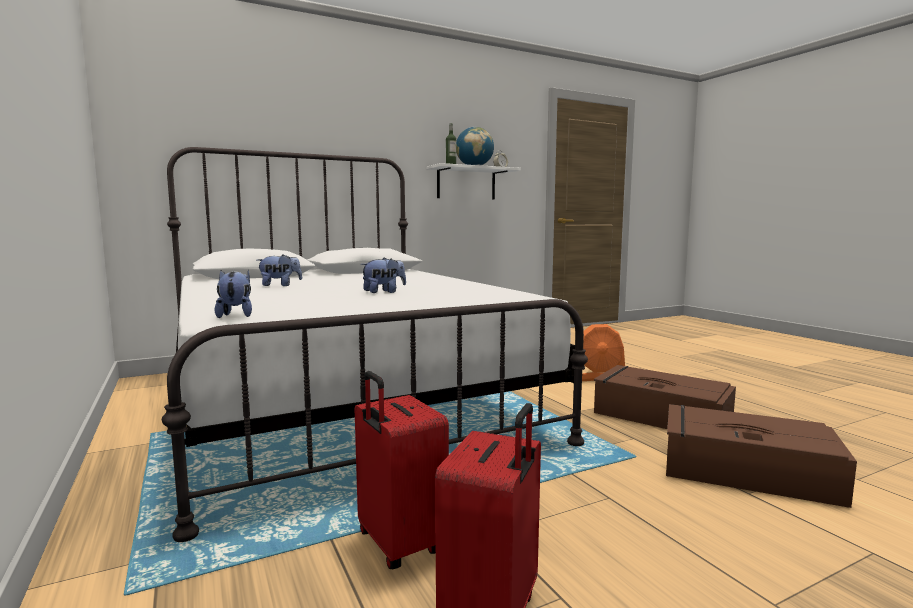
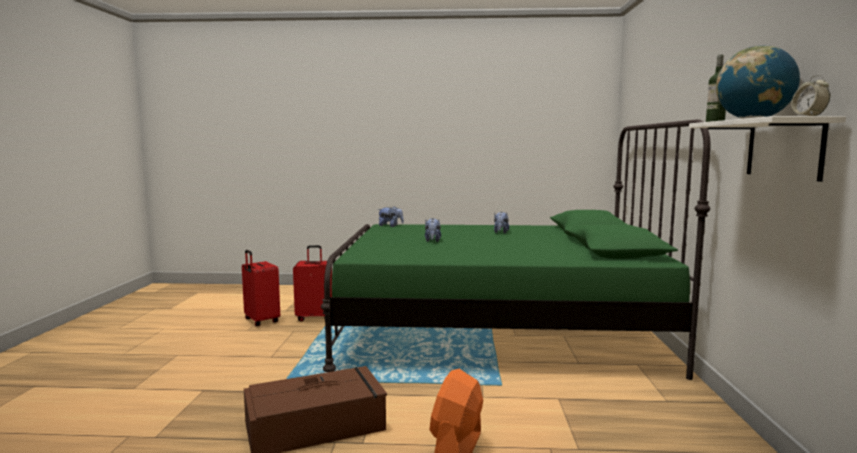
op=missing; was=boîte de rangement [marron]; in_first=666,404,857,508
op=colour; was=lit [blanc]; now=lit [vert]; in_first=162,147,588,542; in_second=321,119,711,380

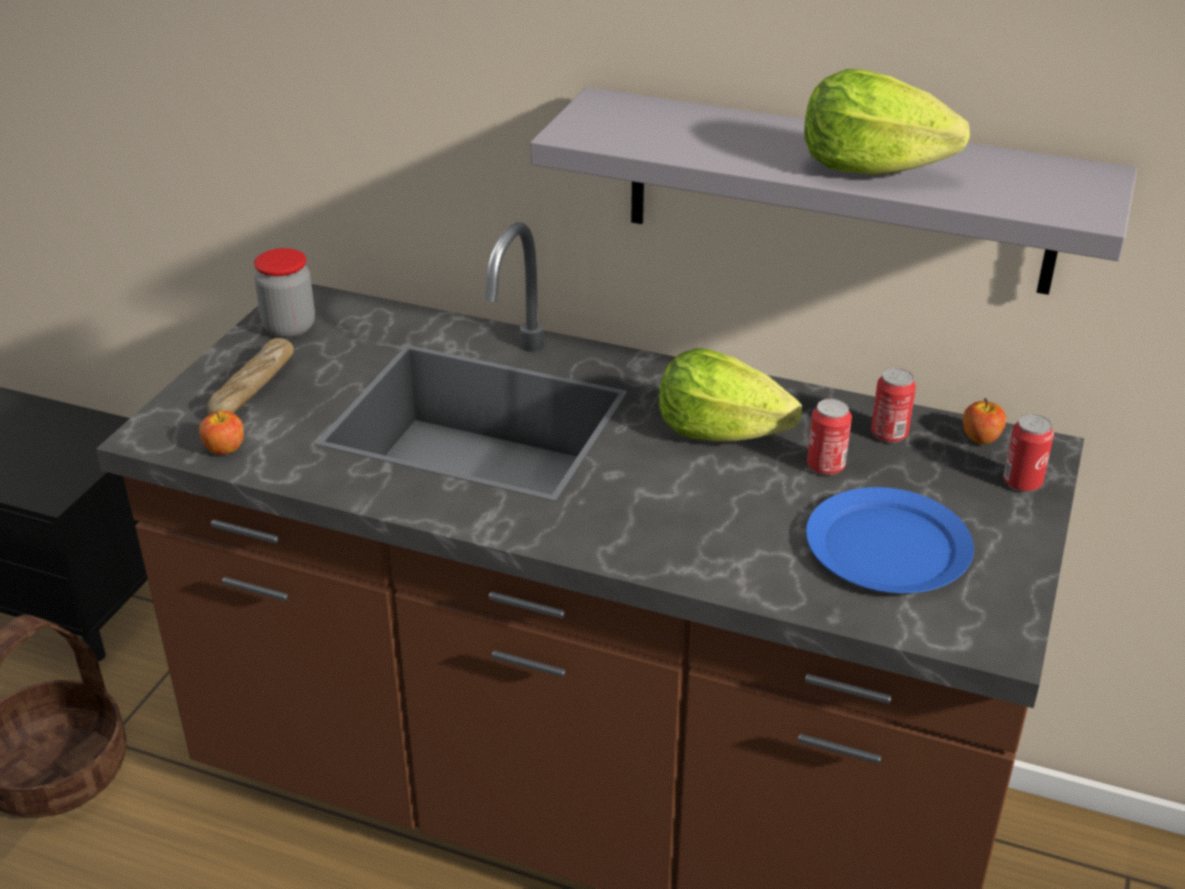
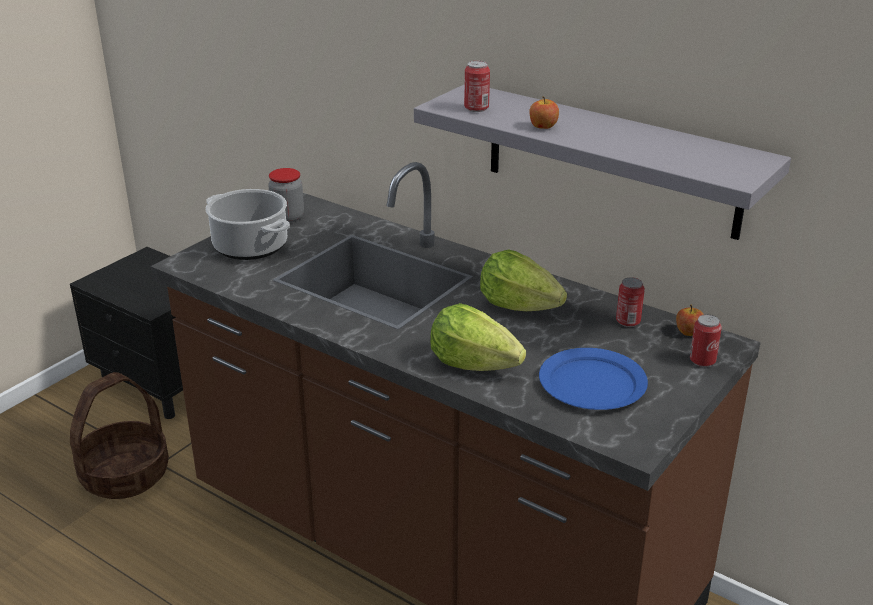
op=relocated; was=pomme; in_first=199,410,244,454; in_second=529,96,559,129
op=relocated; was=laitue; in_first=804,69,970,175; in_second=430,303,526,371
op=relocated; was=boîte métallique; in_first=807,399,852,475; in_second=464,61,490,112
op=exchanged; was=pain; now=marmite; in_first=207,338,294,416; in_second=206,189,290,260

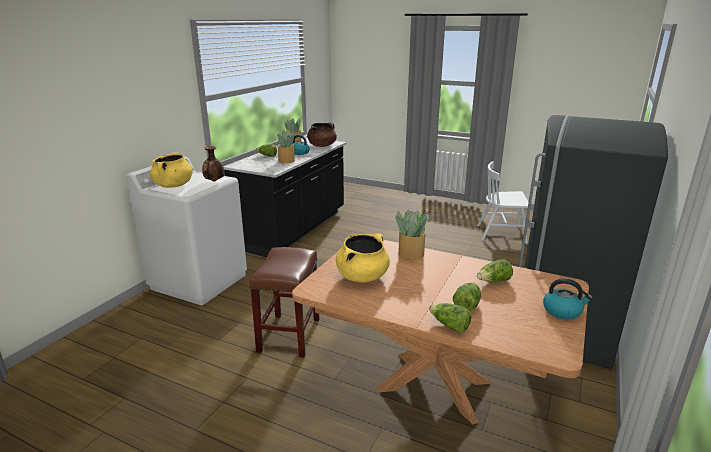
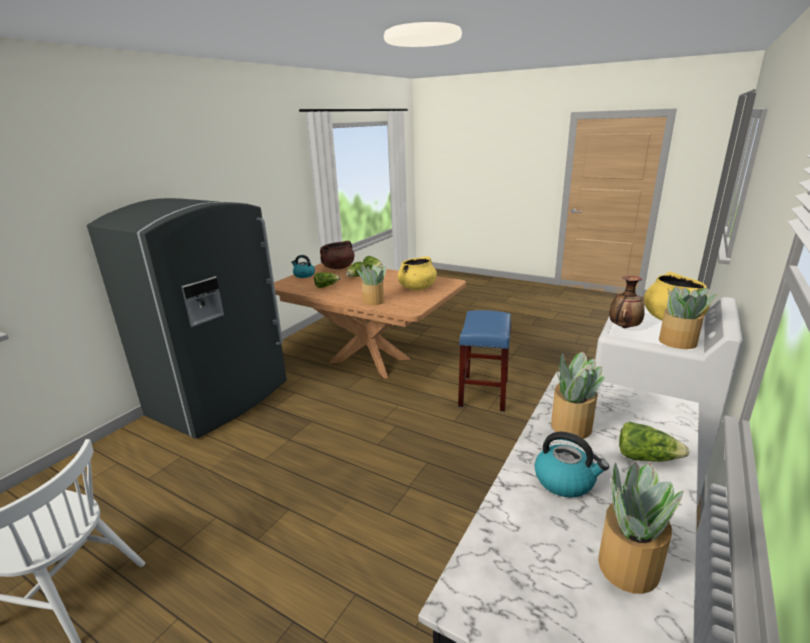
op=appeared; now=plante en pot; in_second=659,287,718,349
op=relocated; was=marmite [marron]; in_first=307,122,337,147; in_second=320,241,355,269
op=colour; was=tabouret [marron]; now=tabouret [bleu]; in_first=249,247,319,357; in_second=458,310,511,412

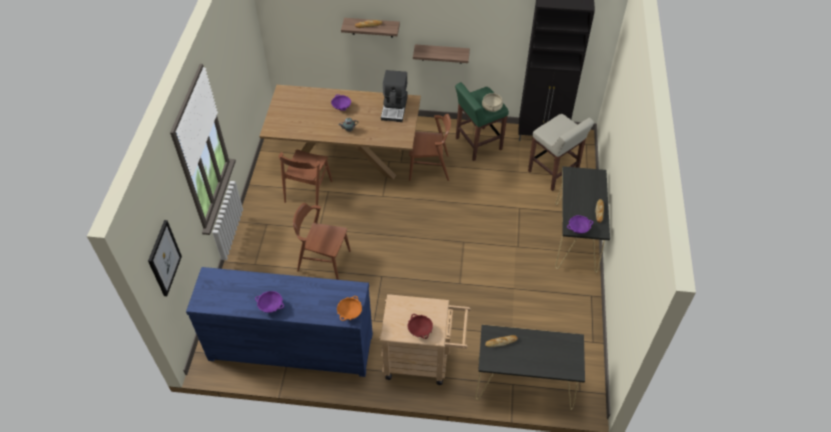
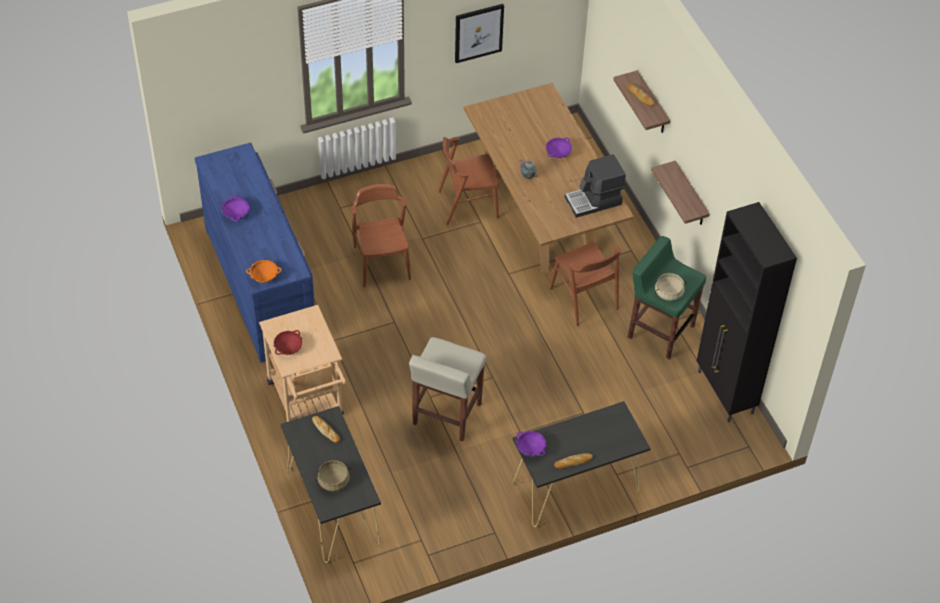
op=appeared; now=marmite [beige]; in_second=315,460,351,491
op=relocated; was=tableau; in_first=148,220,182,296; in_second=455,4,504,63
op=relocated; was=tabouret [beige]; in_first=528,114,594,191; in_second=409,337,486,442

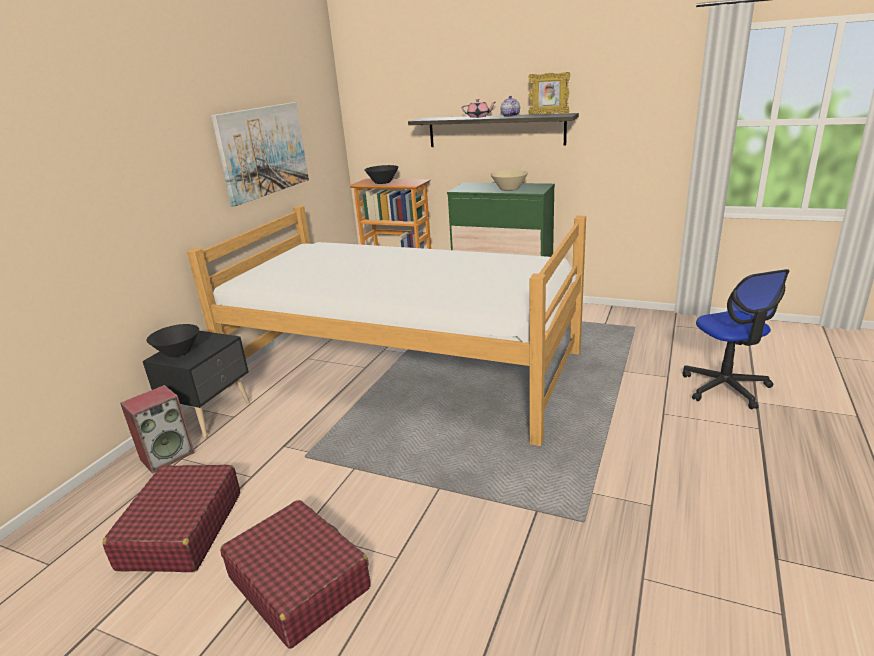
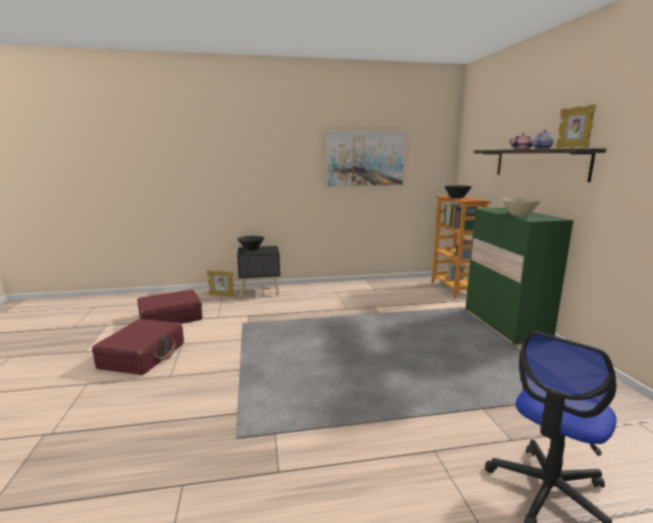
op=missing; was=lit; in_first=187,206,586,446
op=exchanged; was=enceinte; now=cadre photo; in_first=120,385,195,474; in_second=207,270,235,297

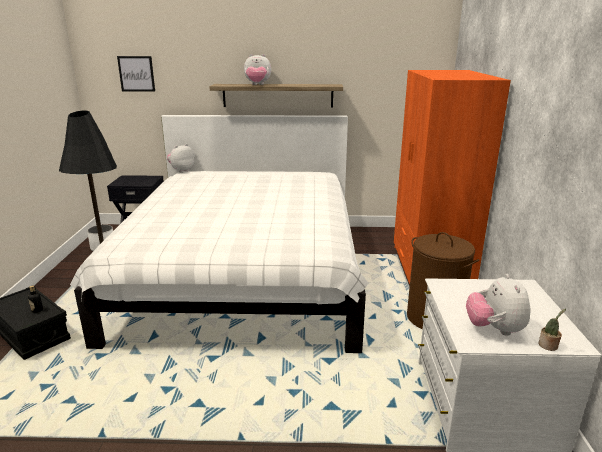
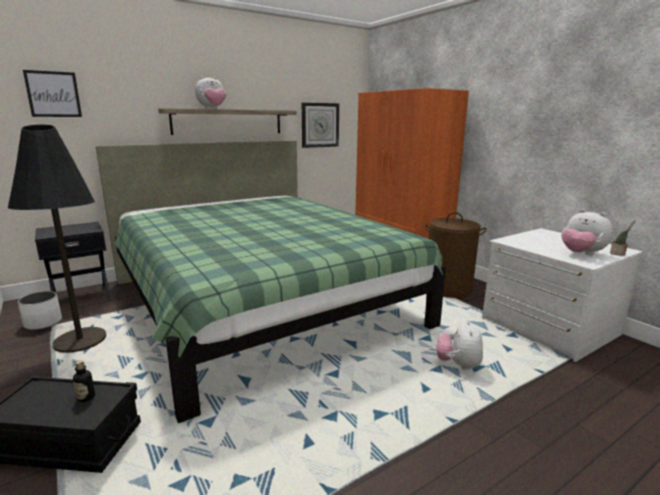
op=appeared; now=horloge murale; in_second=302,102,339,148
op=relocated; was=peluche; in_first=167,144,195,173; in_second=436,321,483,371
op=colour; was=lit [blanc]; now=lit [vert]; in_first=70,115,368,353; in_second=96,140,446,423

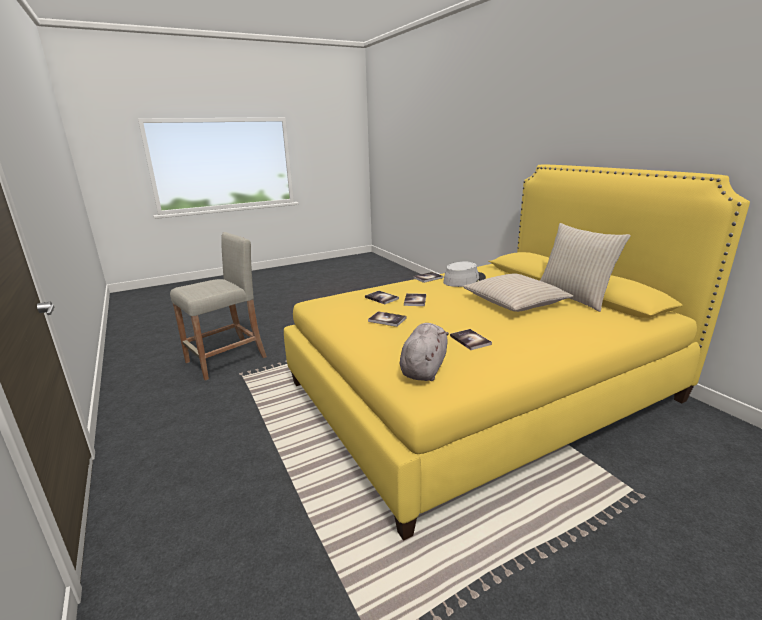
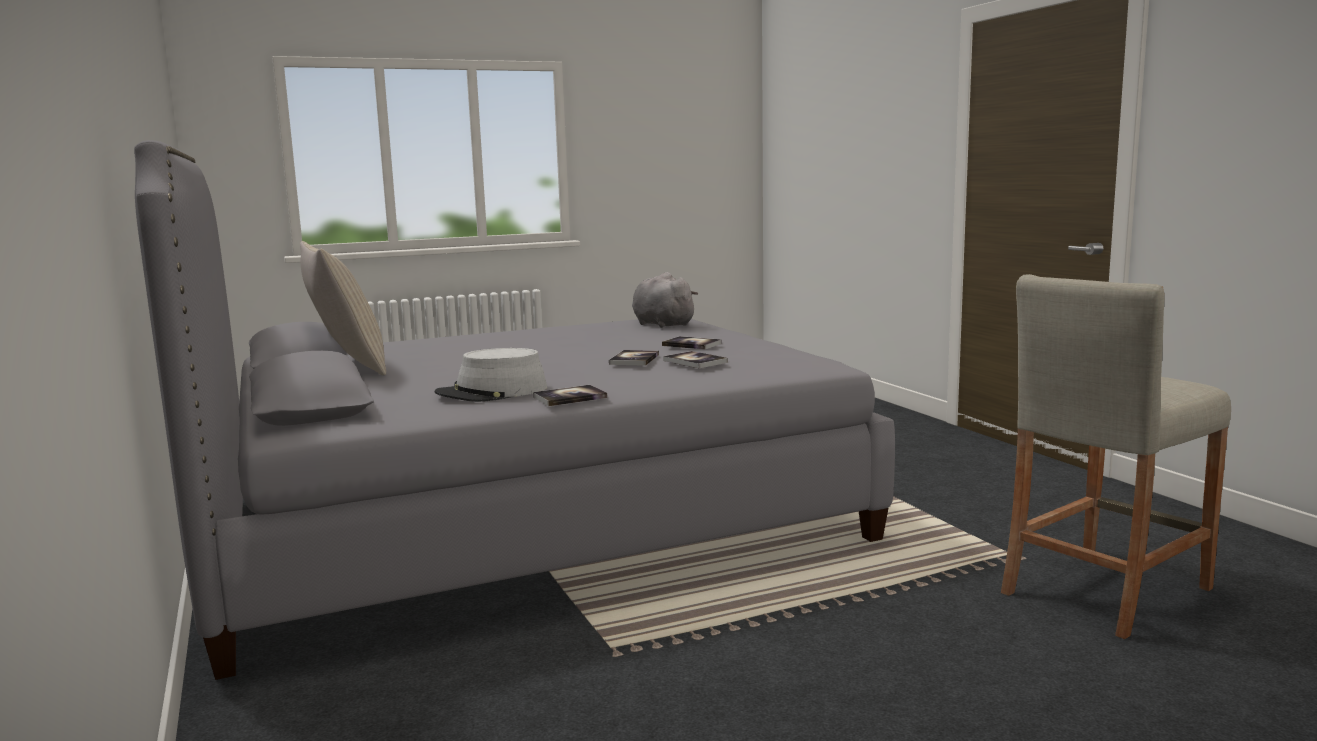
op=missing; was=livre; in_first=450,329,492,350
op=missing; was=coussin [beige]; in_first=463,273,573,312
op=colour; was=lit [jaune]; now=lit [gris]; in_first=284,164,750,541; in_second=134,140,895,680
op=spun; was=peluche [gris]; in_first=400,323,449,381; in_second=632,272,698,328; clockwise=120

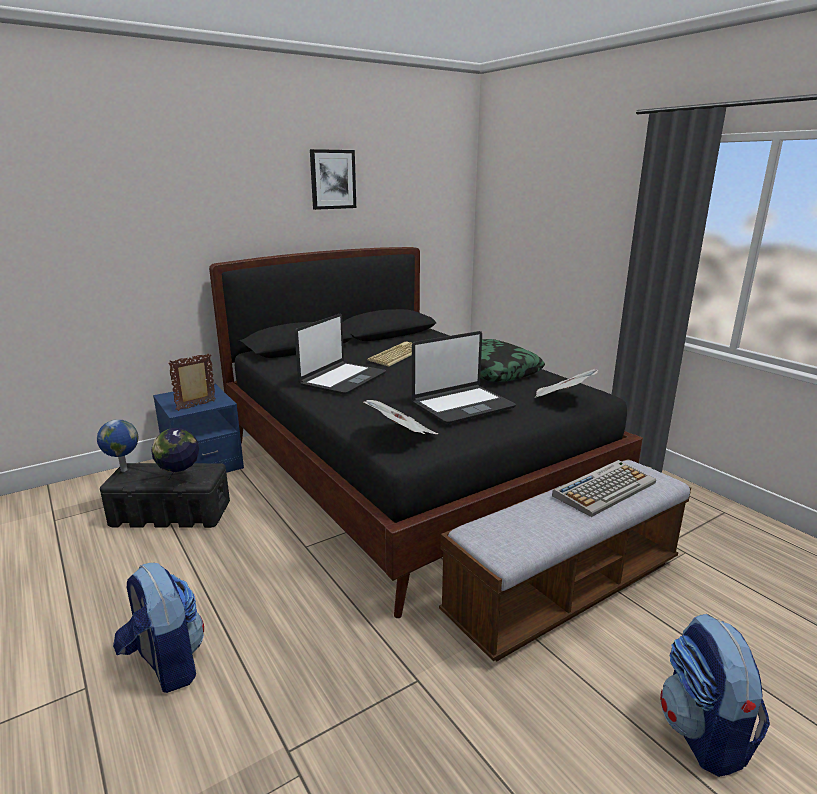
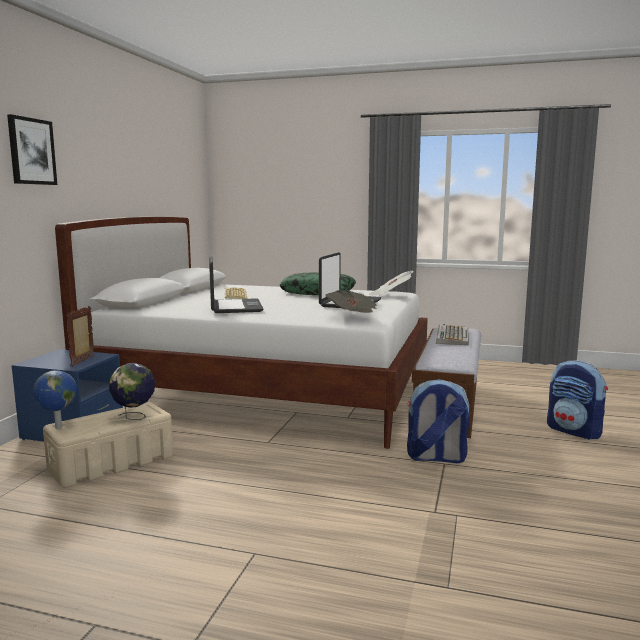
op=relocated; was=sac à dos; in_first=113,563,204,693; in_second=407,379,469,463
op=relocated; was=tableau; in_first=310,149,356,210; in_second=7,114,57,185
op=colour; was=boîte de rangement [noir]; now=boîte de rangement [beige]; in_first=100,463,230,528; in_second=43,402,173,488
op=colour; was=lit [noir]; now=lit [blanc]; in_first=209,247,643,618; in_second=55,217,428,449

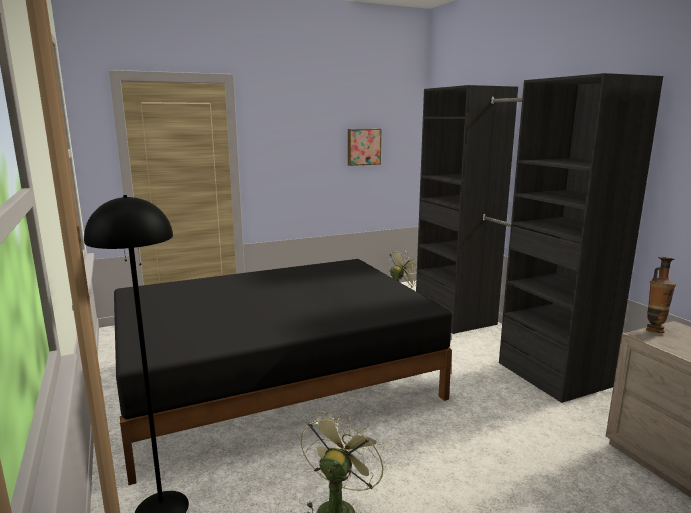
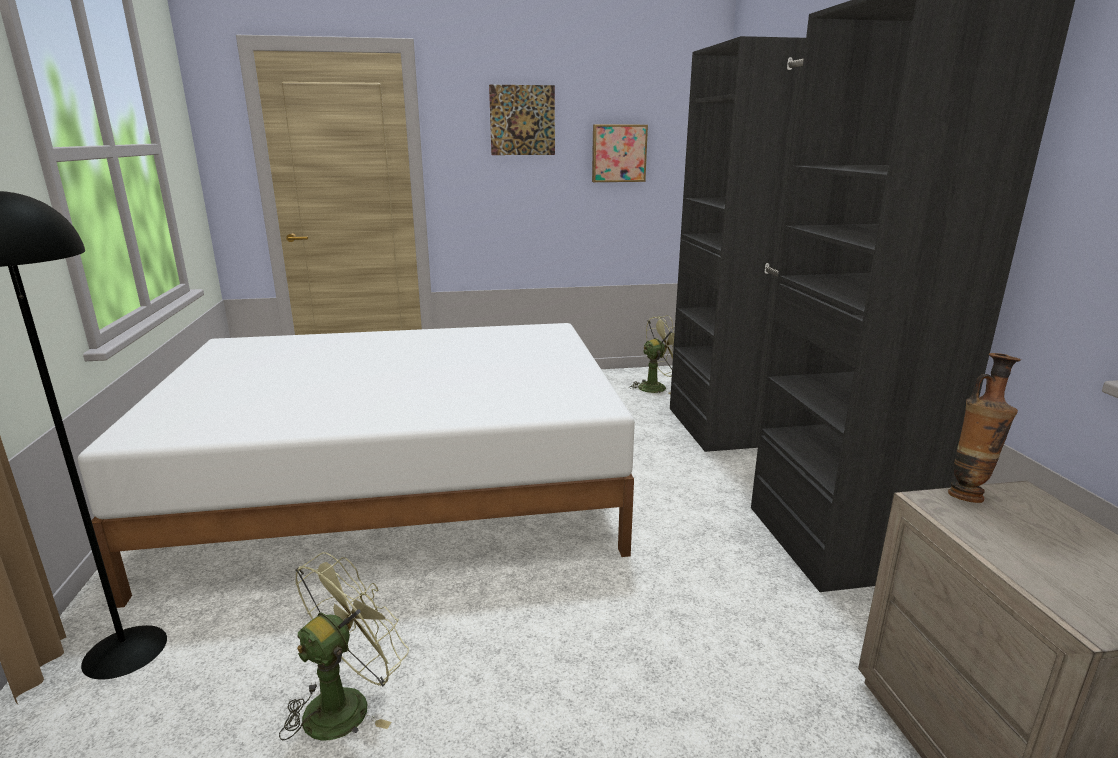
op=appeared; now=tableau; in_second=489,85,555,155
op=colour; was=lit [noir]; now=lit [blanc]; in_first=114,259,452,485; in_second=78,323,635,608

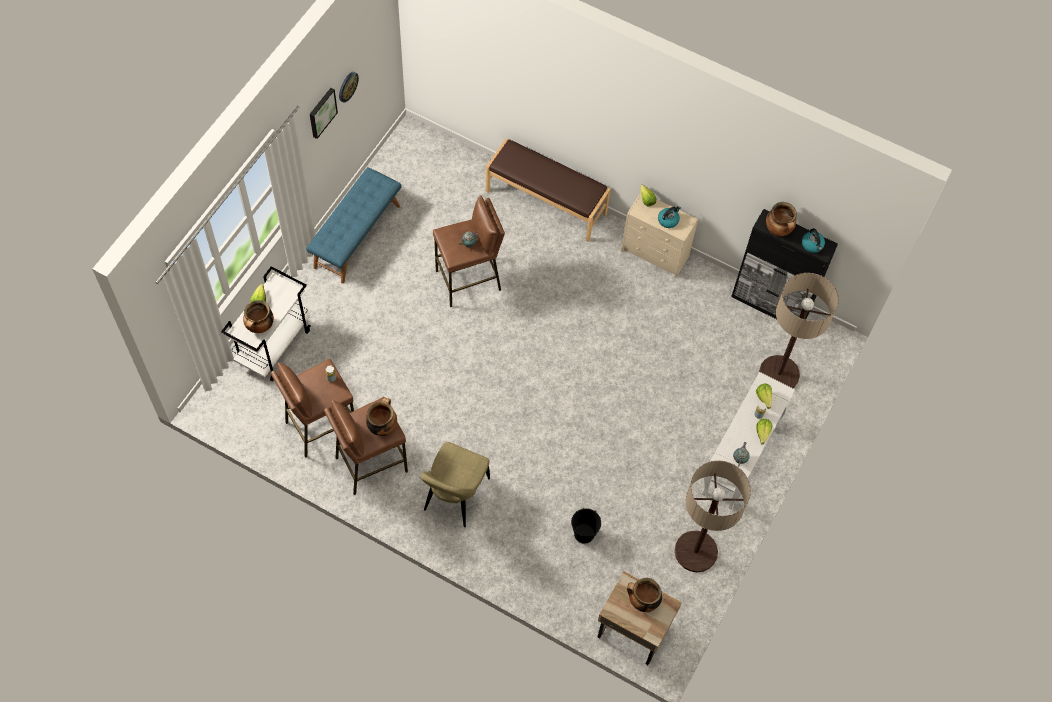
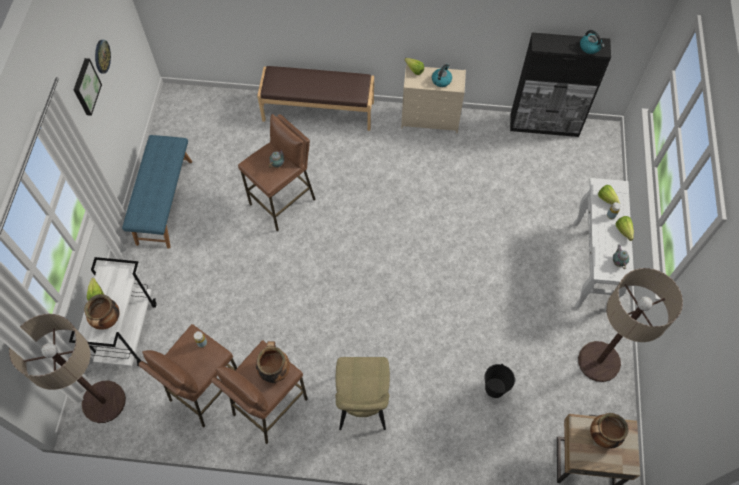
op=missing; was=marmite; in_first=766,202,797,236
op=relocated; was=lampadaire; in_first=759,273,839,388; in_second=9,314,126,423

